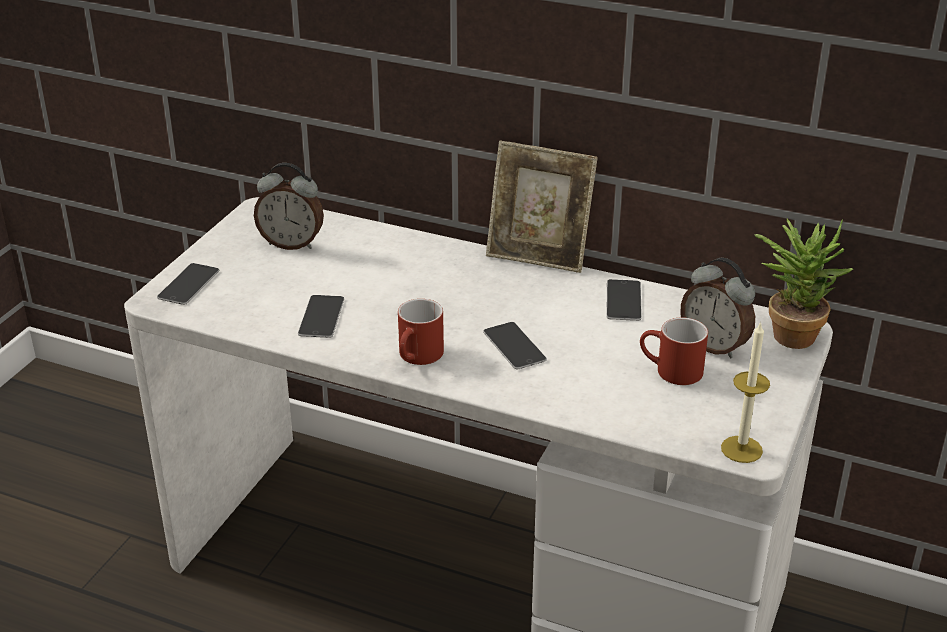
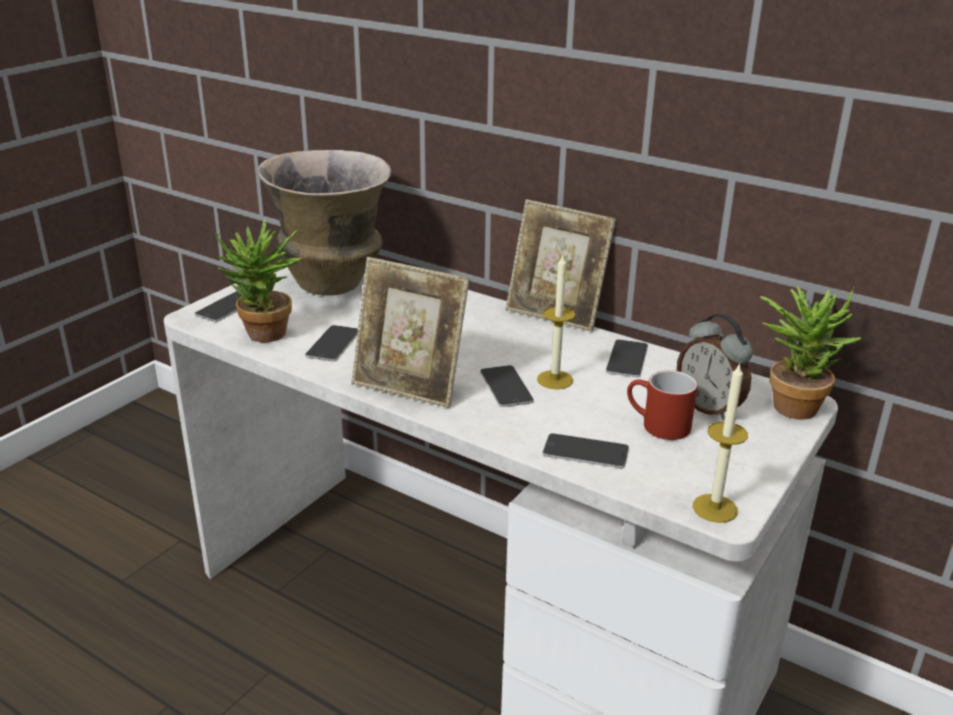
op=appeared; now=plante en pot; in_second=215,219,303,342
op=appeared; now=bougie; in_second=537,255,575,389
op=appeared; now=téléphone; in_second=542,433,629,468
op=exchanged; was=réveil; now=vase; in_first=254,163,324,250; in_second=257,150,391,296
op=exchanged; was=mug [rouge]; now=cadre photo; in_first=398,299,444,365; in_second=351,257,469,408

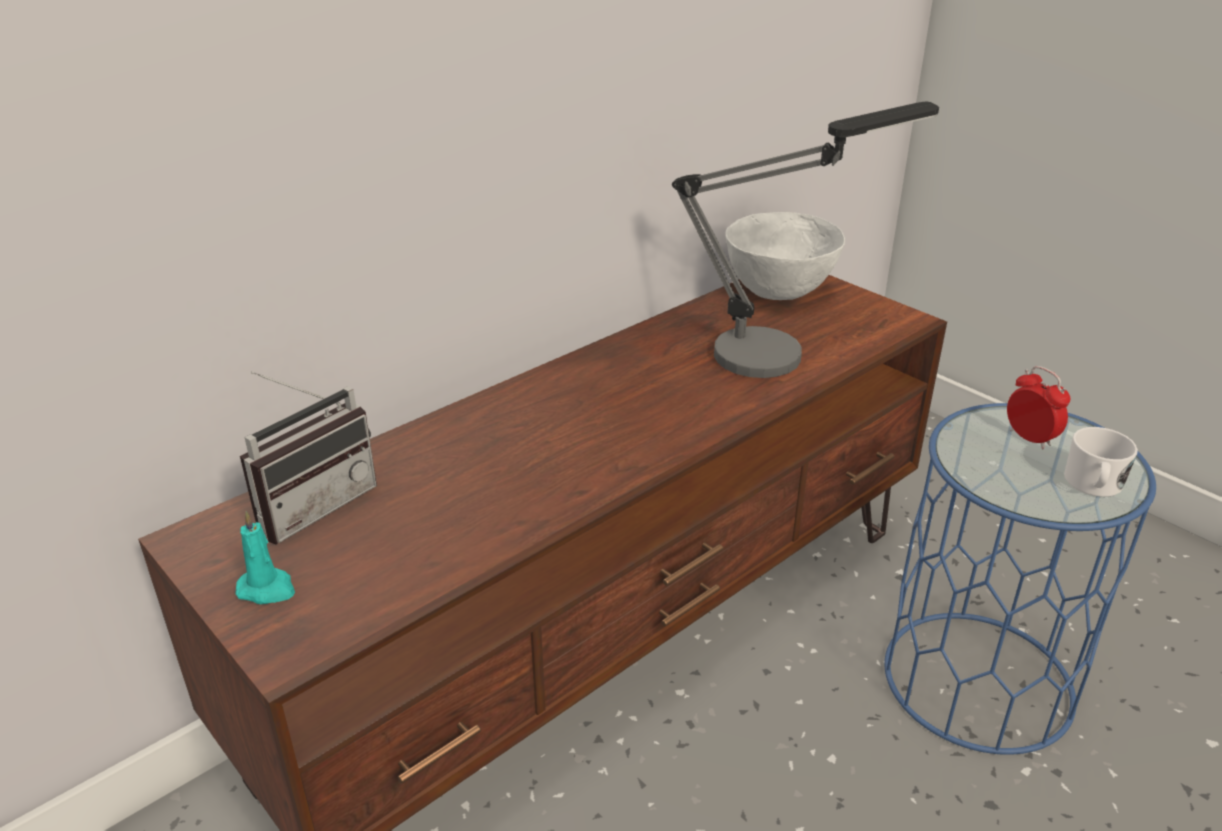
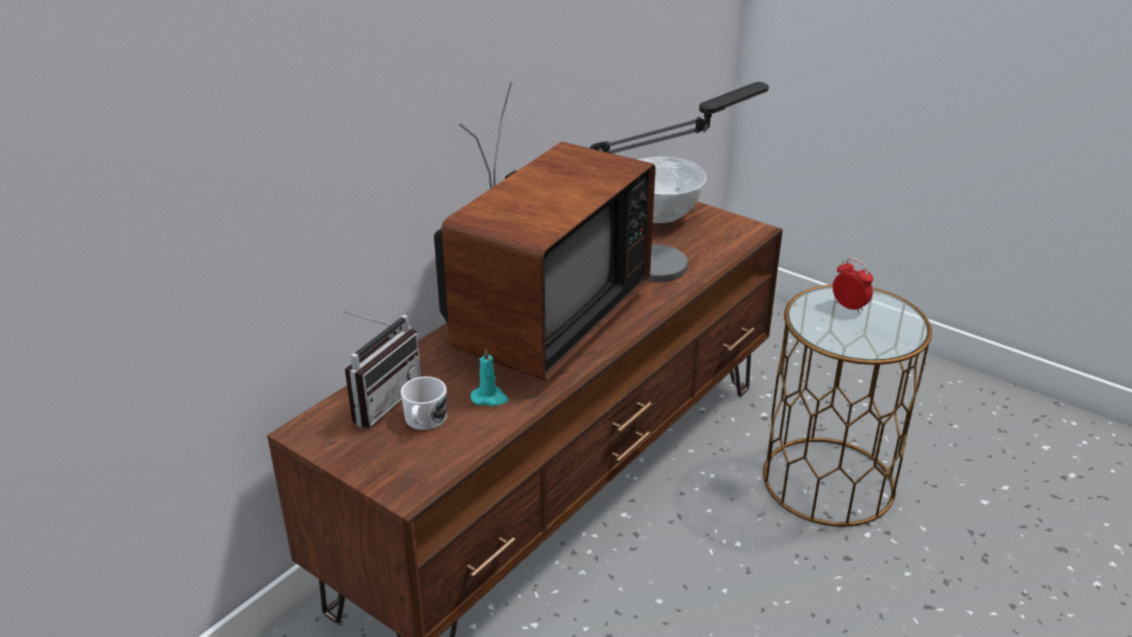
op=appeared; now=téléviseur; in_second=434,82,655,381
op=relocated; was=bougie [turquoise]; in_first=235,511,295,604; in_second=470,348,509,406
op=relocated; was=mug [blanc]; in_first=1064,427,1138,497; in_second=401,377,447,430
op=colour; was=table d'appoint [bleu]; now=table d'appoint [marron]; in_first=884,403,1156,755; in_second=763,284,932,527

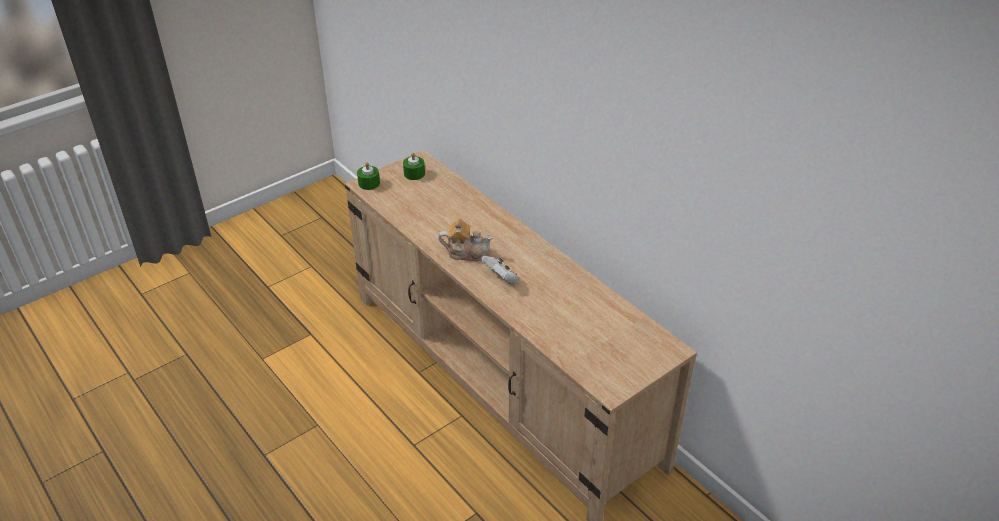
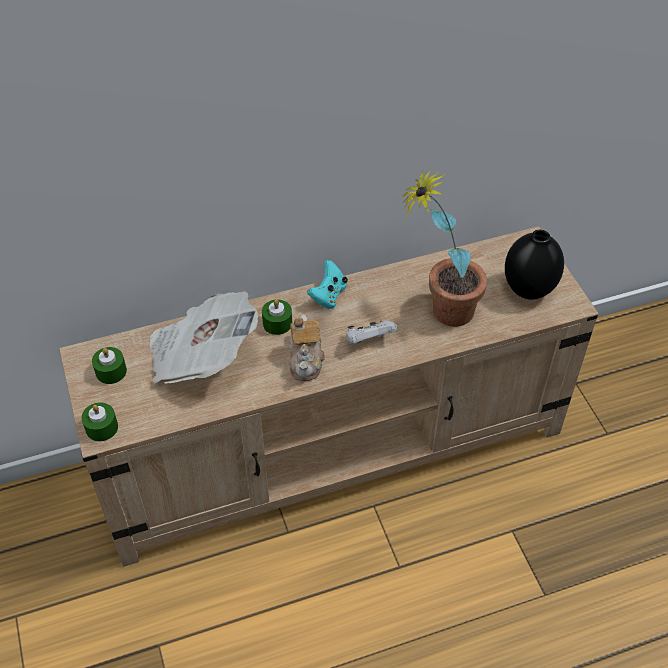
op=appeared; now=journal; in_second=150,291,258,384
op=appeared; now=bougie [vert]; in_second=262,299,292,335
op=appeared; now=manette [turquoise]; in_second=307,260,348,309
op=appeared; now=plante en pot; in_second=401,170,487,327
op=appeared; now=vase [noir]; in_second=505,230,564,300
op=spun; was=théière; in_first=438,219,493,261; in_second=289,314,325,381; clockwise=150

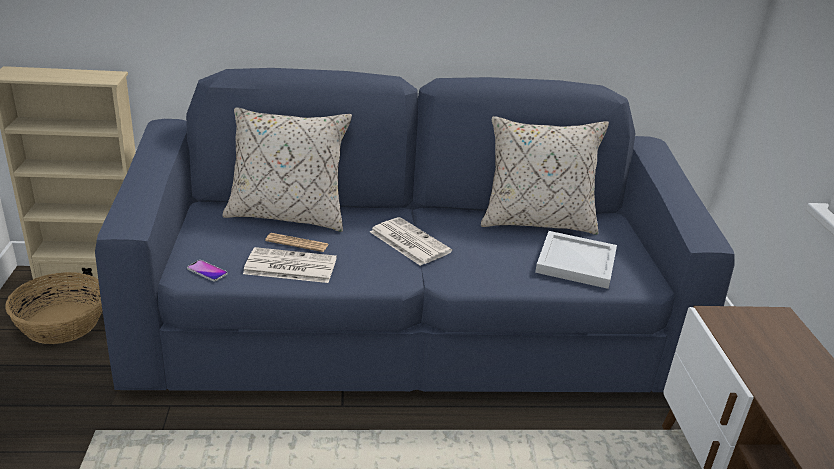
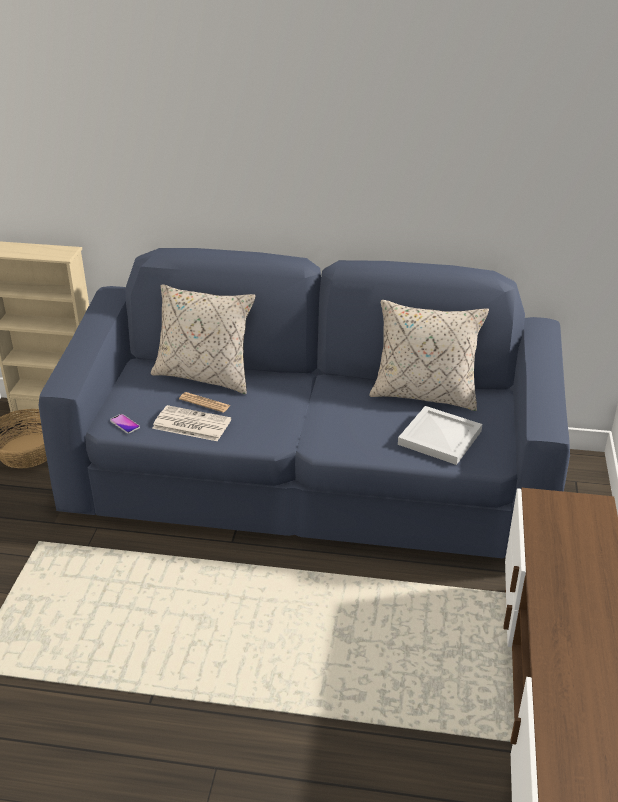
op=missing; was=journal; in_first=370,217,452,266

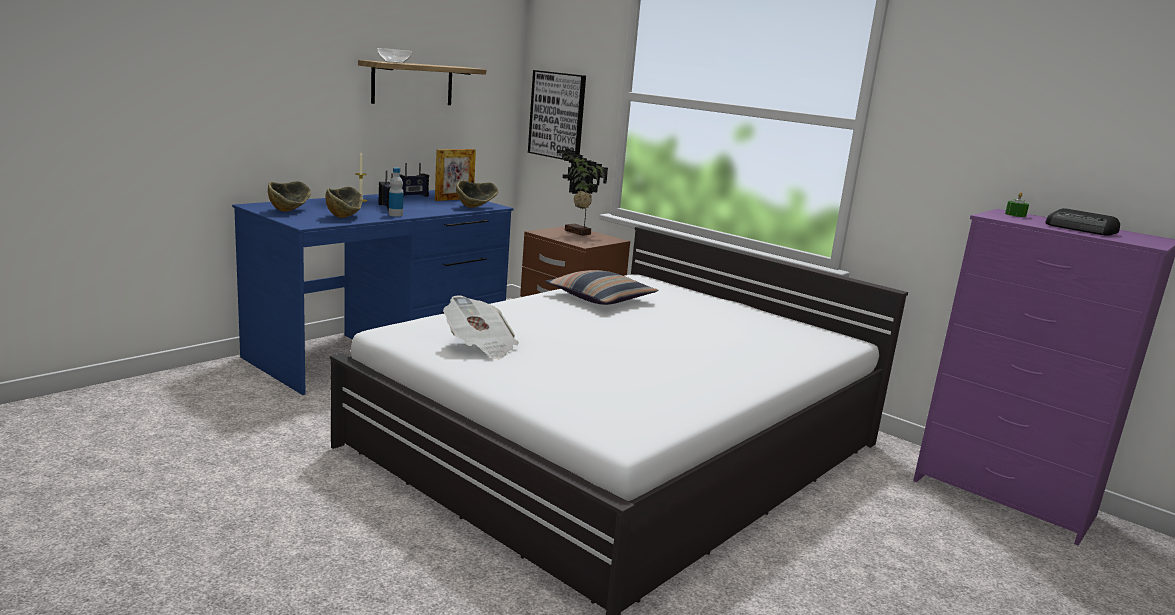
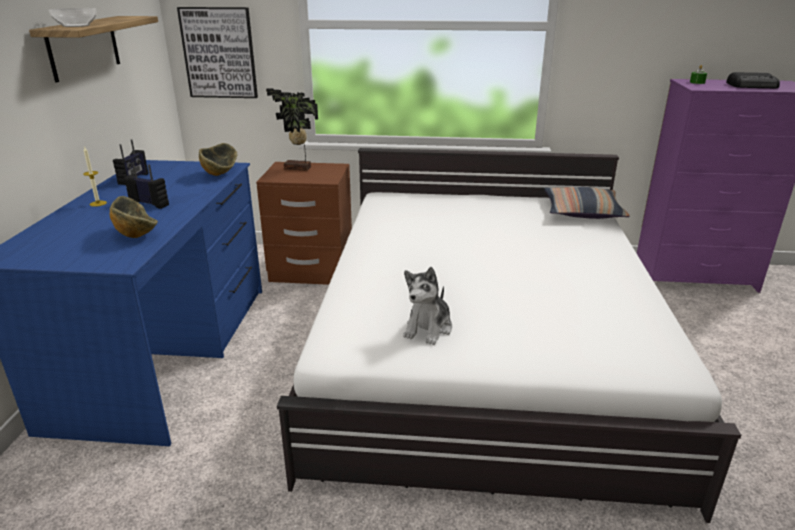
op=missing; was=bol; in_first=268,181,311,212
op=missing; was=bouteille; in_first=389,168,404,216
op=missing; was=cadre photo; in_first=435,149,476,201
op=relocated; was=coussin; in_first=545,270,658,305; in_second=544,187,629,219
op=exchanged; was=journal; now=peluche; in_first=443,295,519,359; in_second=403,267,452,345

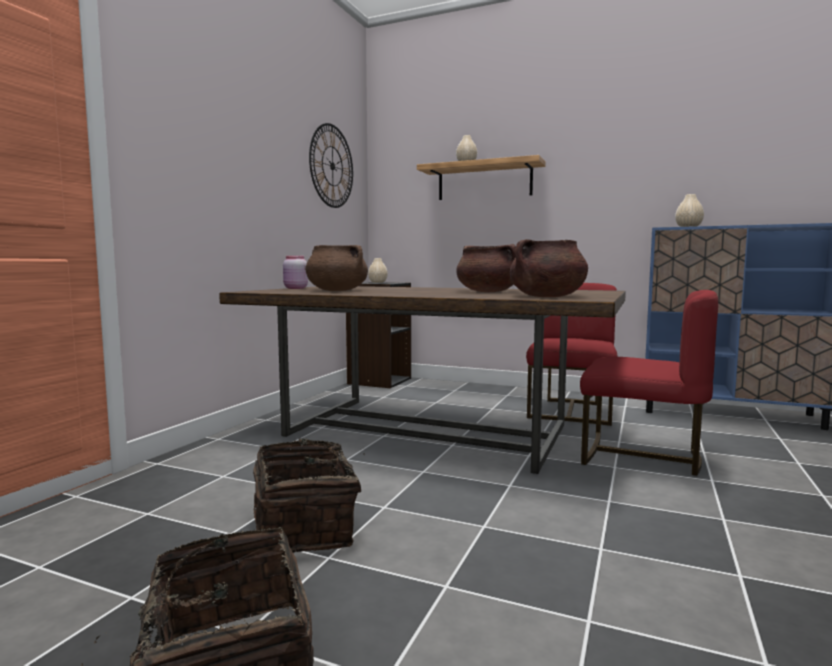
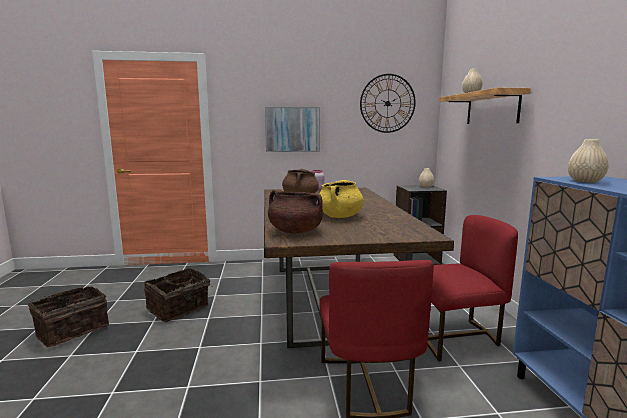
op=appeared; now=tableau; in_second=265,107,320,152
op=colour; was=marmite [marron]; now=marmite [jaune]; in_first=456,244,516,292; in_second=319,180,363,218

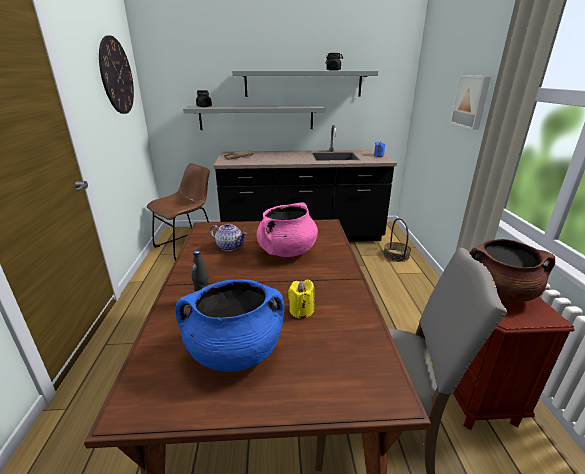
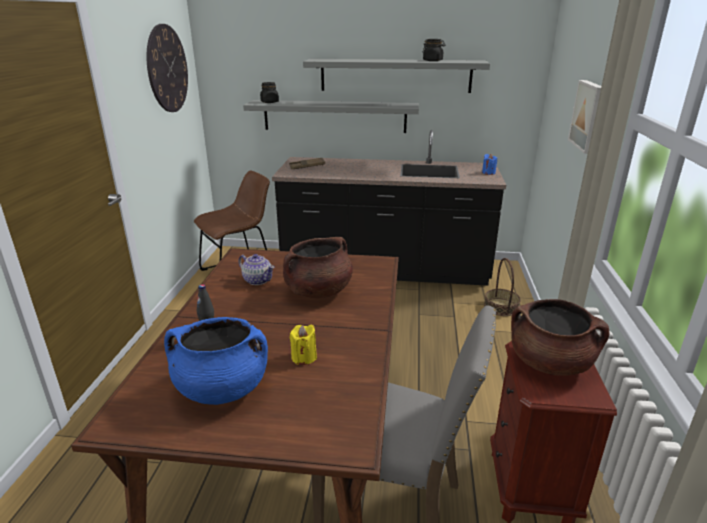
op=colour; was=marmite [rose]; now=marmite [marron]; in_first=257,203,318,257; in_second=283,237,353,298

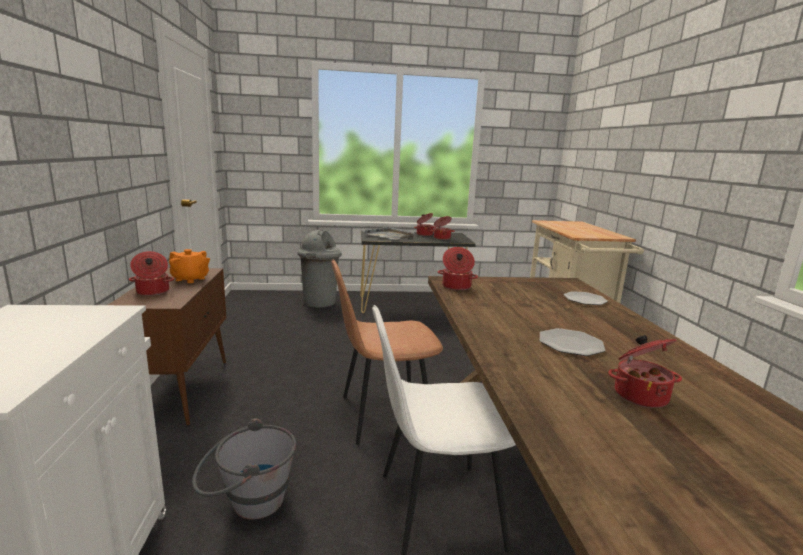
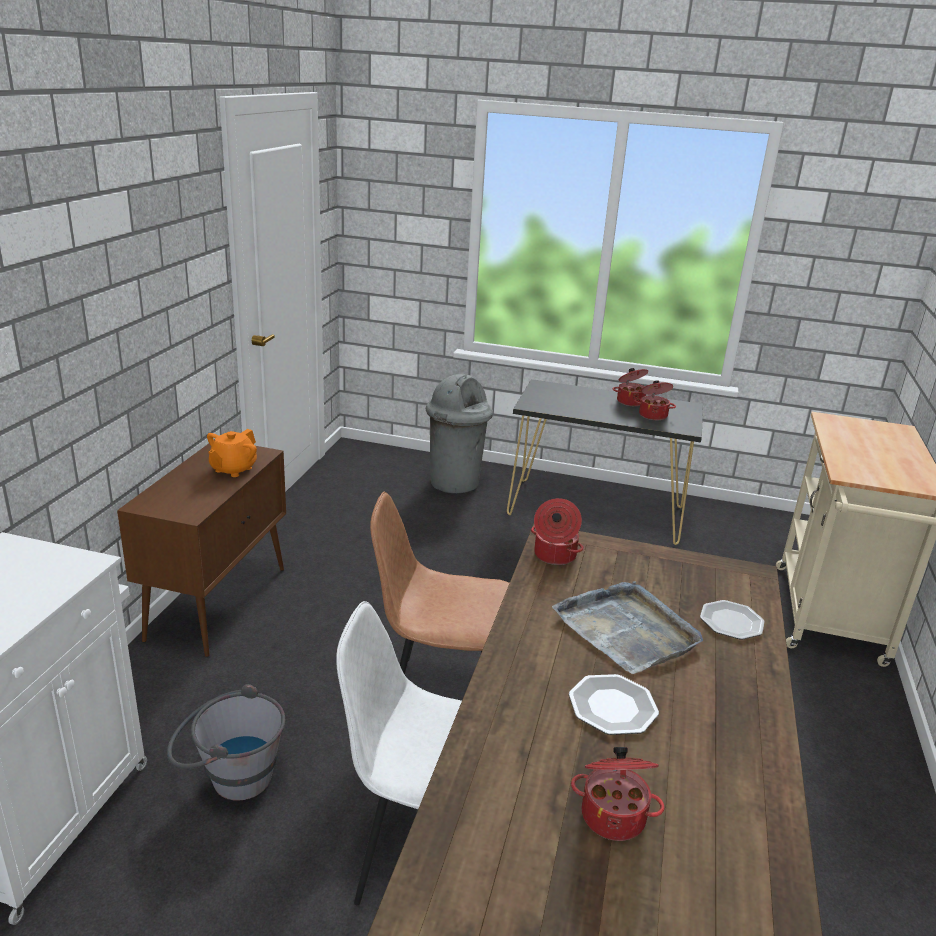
op=missing; was=marmite; in_first=129,251,174,296
op=relocated; was=plateau [gris]; in_first=363,226,414,240; in_second=552,581,703,674
op=spun; was=théière [orange]; in_first=169,249,210,283; in_second=207,429,257,477; clockwise=75

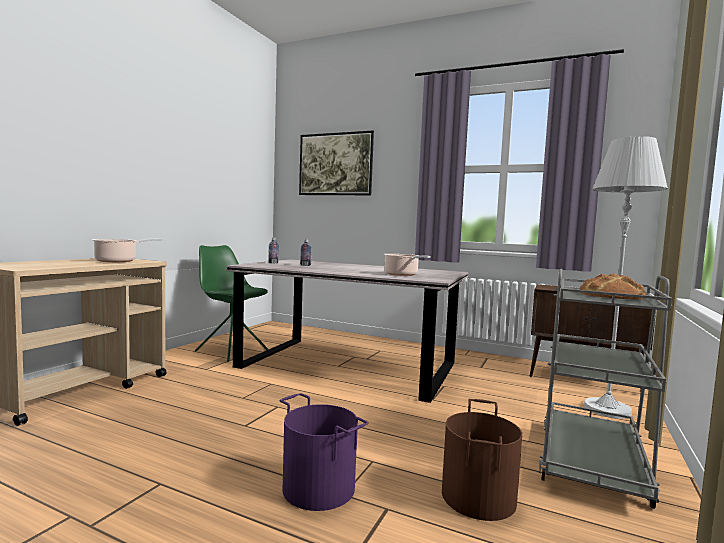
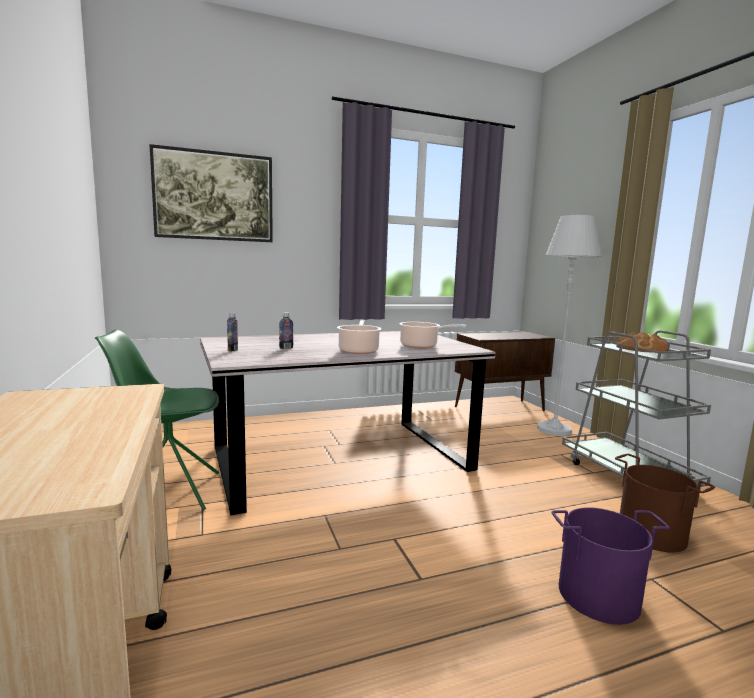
op=relocated; was=marmite; in_first=92,238,162,262; in_second=337,320,381,354

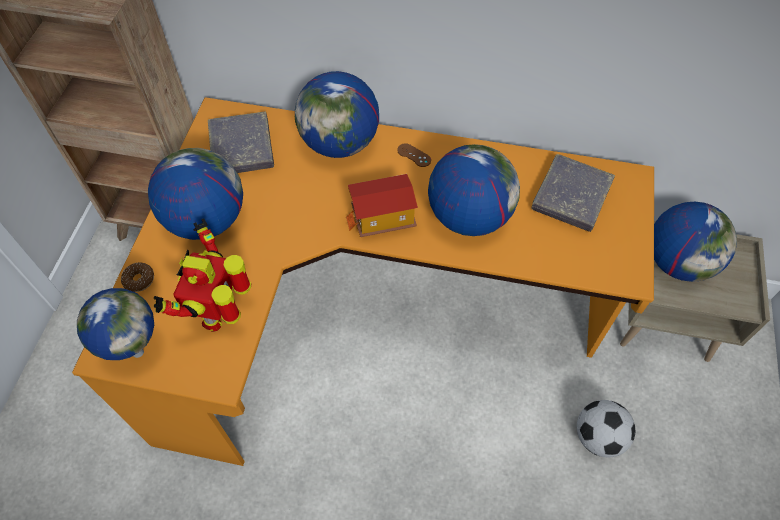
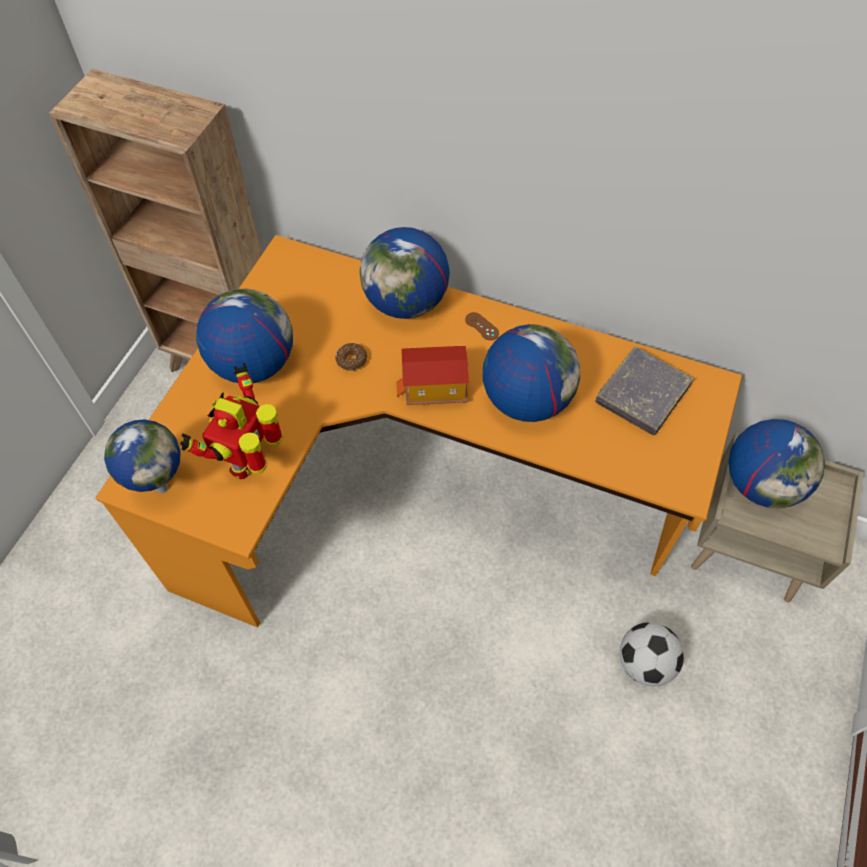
op=missing; was=livre [gris]; in_first=208,111,274,173
op=relocated; was=beignet; in_first=121,262,154,292; in_second=335,343,367,371

